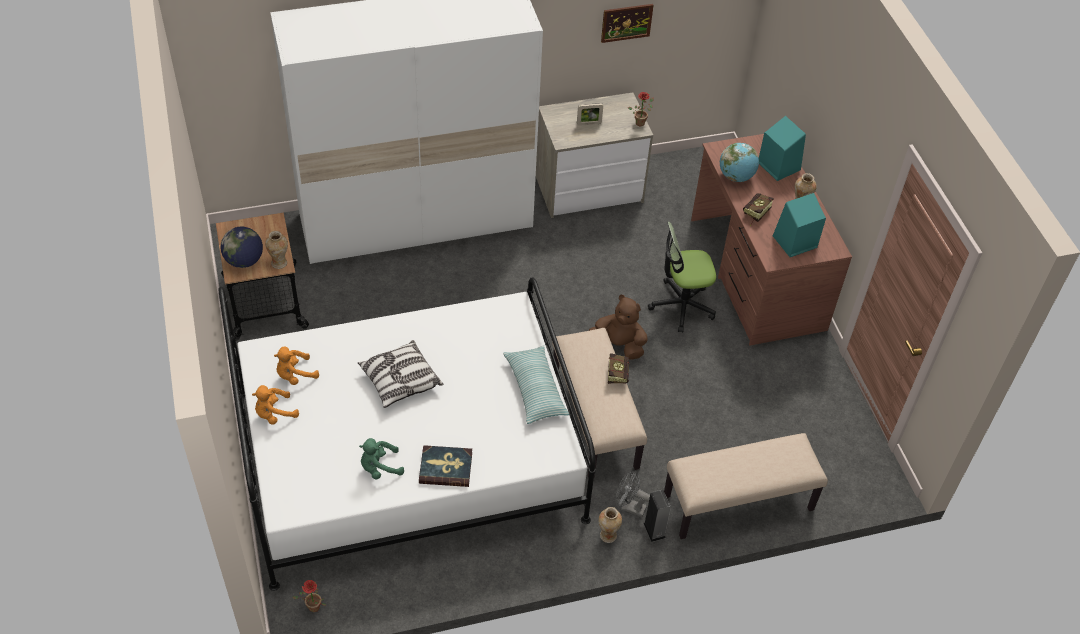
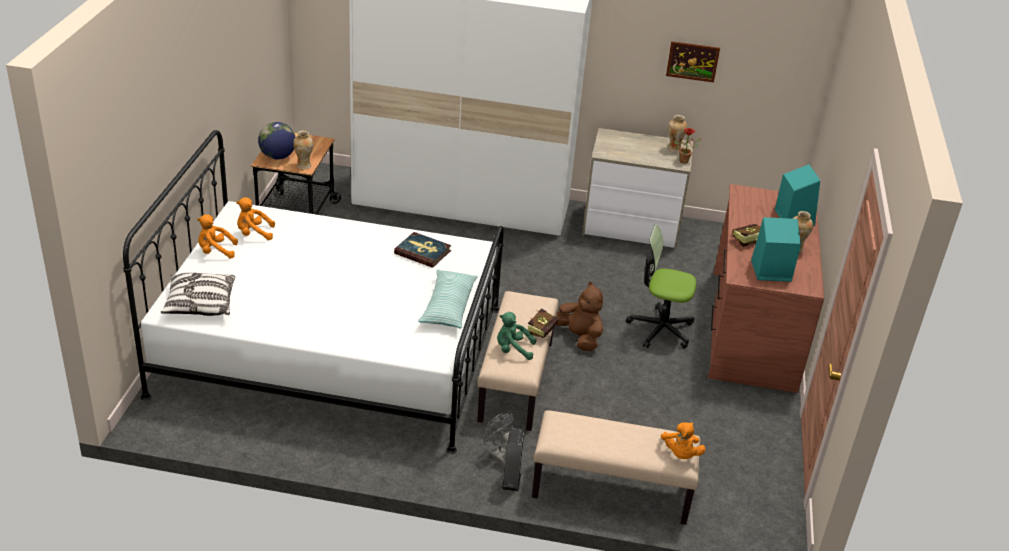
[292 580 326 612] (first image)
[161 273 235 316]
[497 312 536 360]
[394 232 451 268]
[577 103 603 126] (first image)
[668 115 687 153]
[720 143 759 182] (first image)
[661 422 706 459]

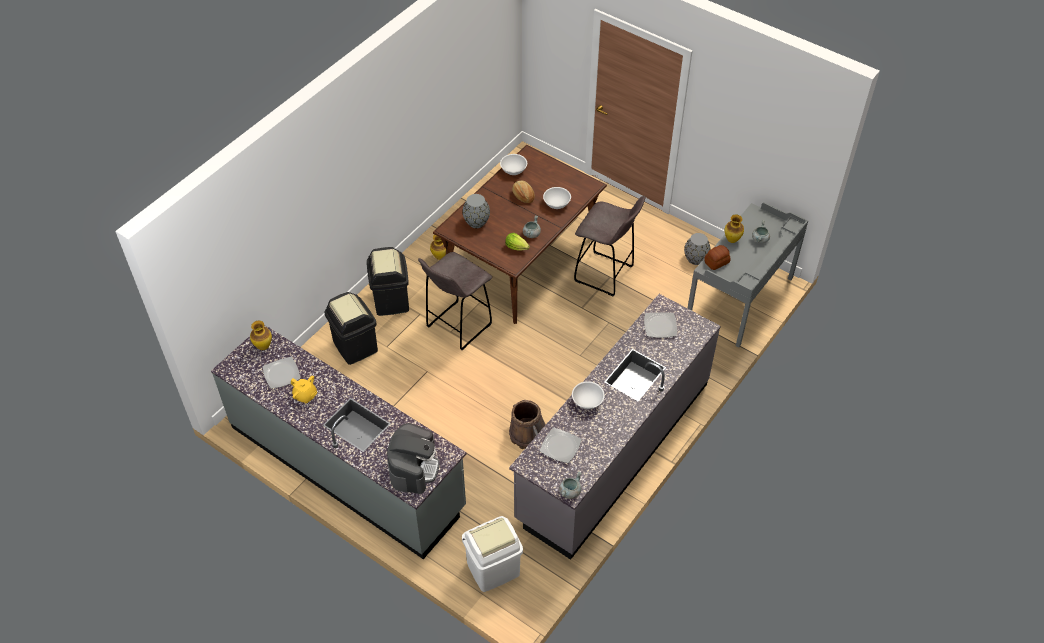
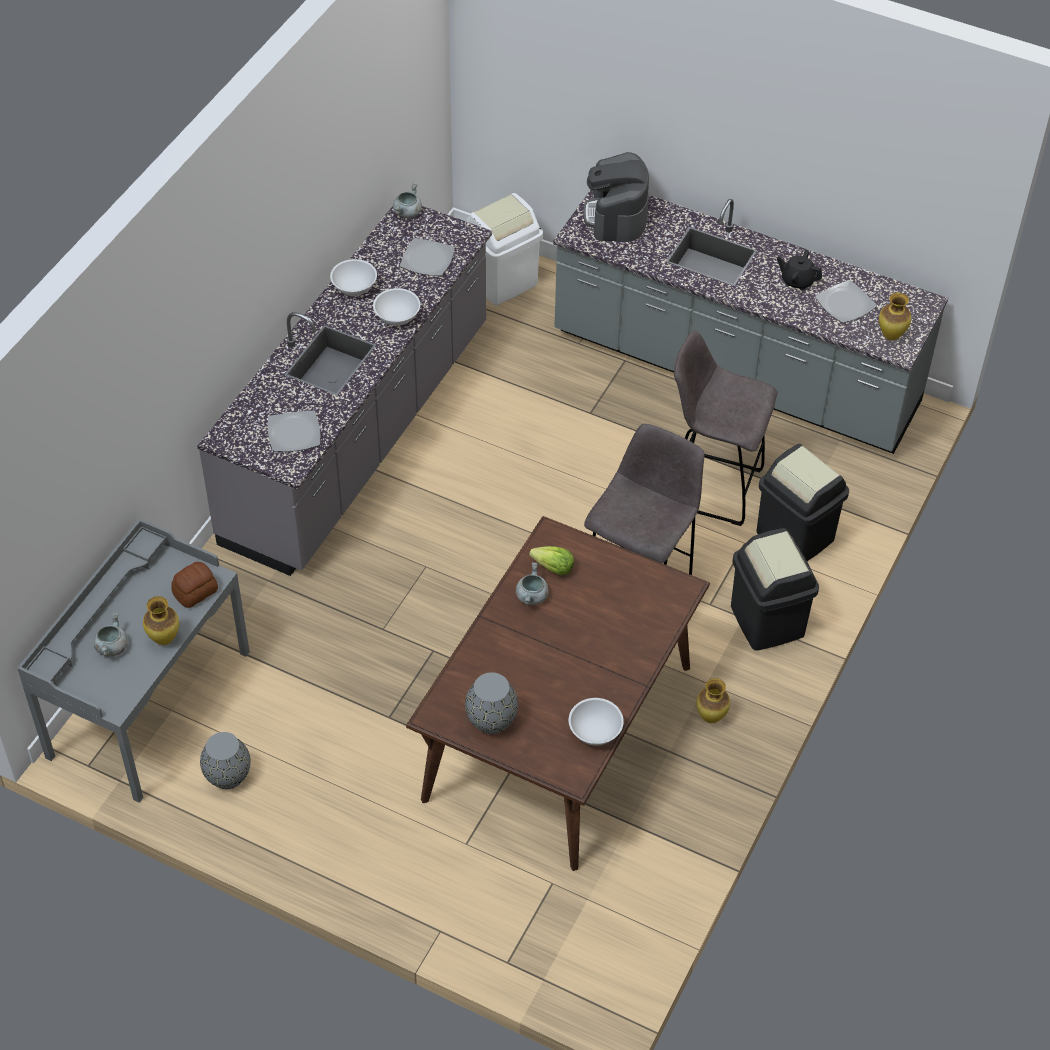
[777 250 822 290]
[465 672 518 734]
[509 400 546 449] (first image)
[512 181 535 203] (first image)
[330 259 377 296]
[674 330 777 526]

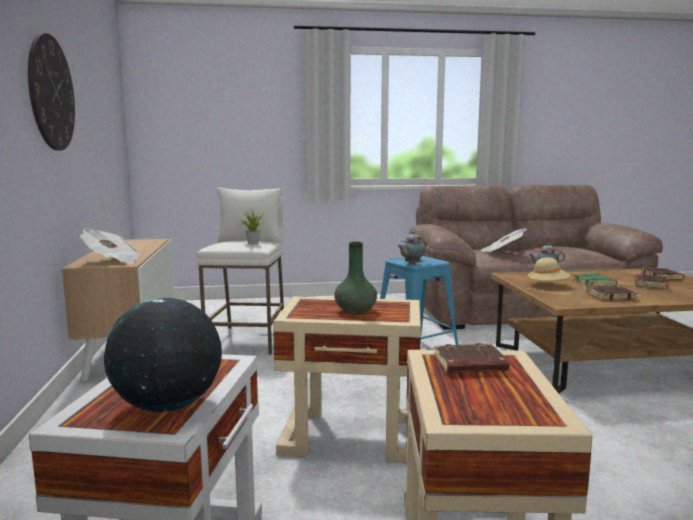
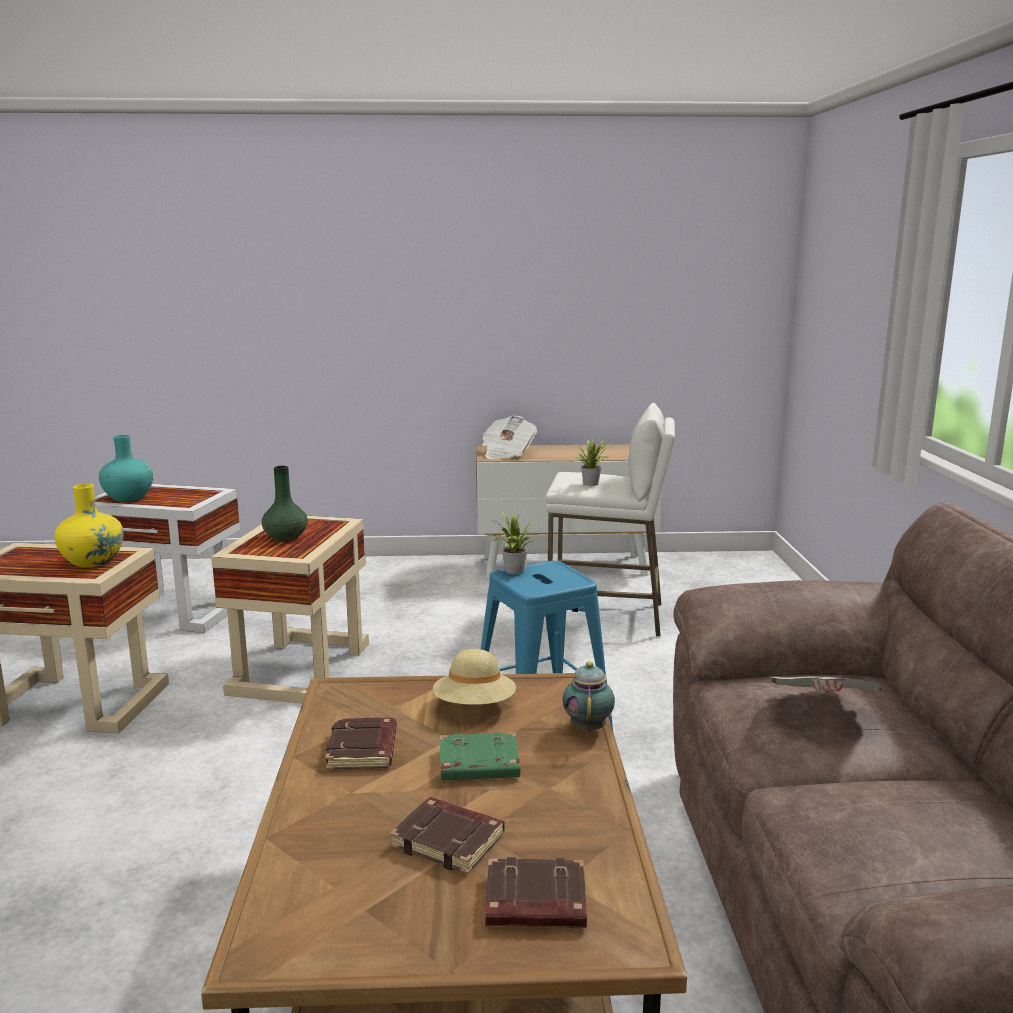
[28 33 75 151] (first image)
[99 435 153 502]
[487 513 539 574]
[54 483 124 567]

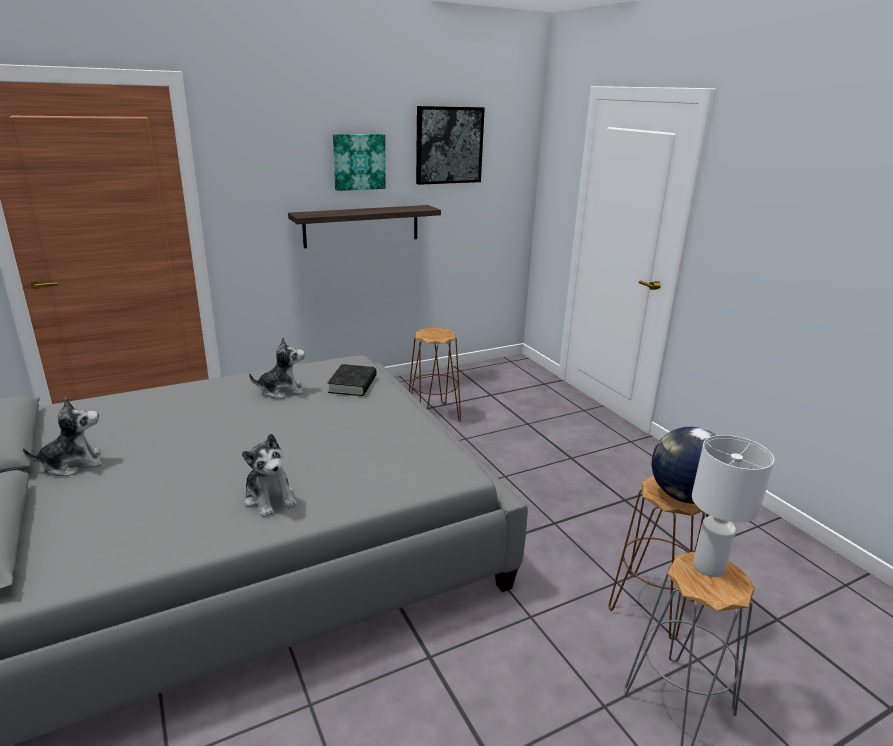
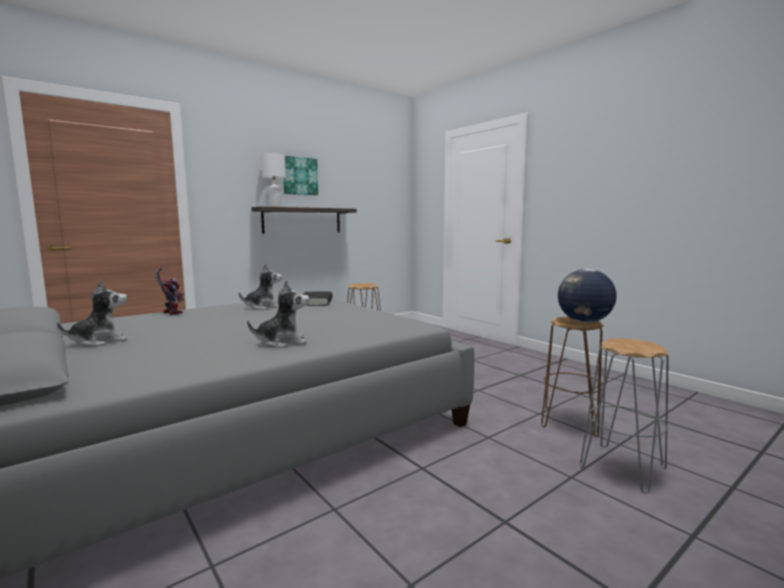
[247 280 309 348]
[416 106 485 185] (first image)
[261 153 286 207]
[155 268 185 315]

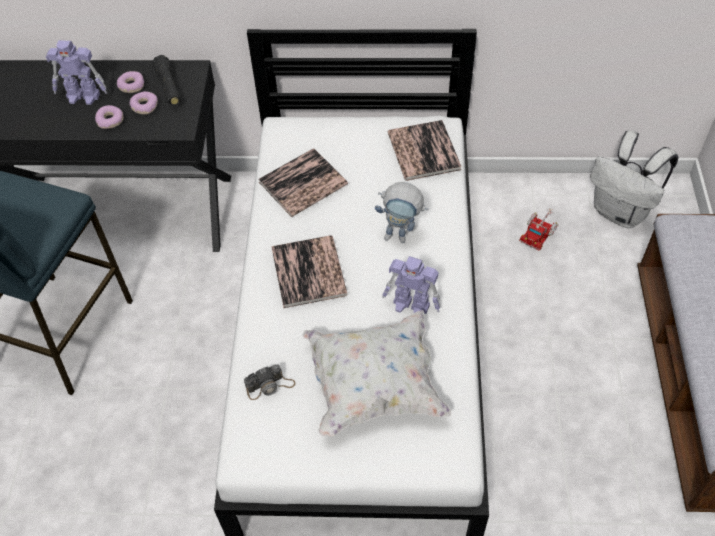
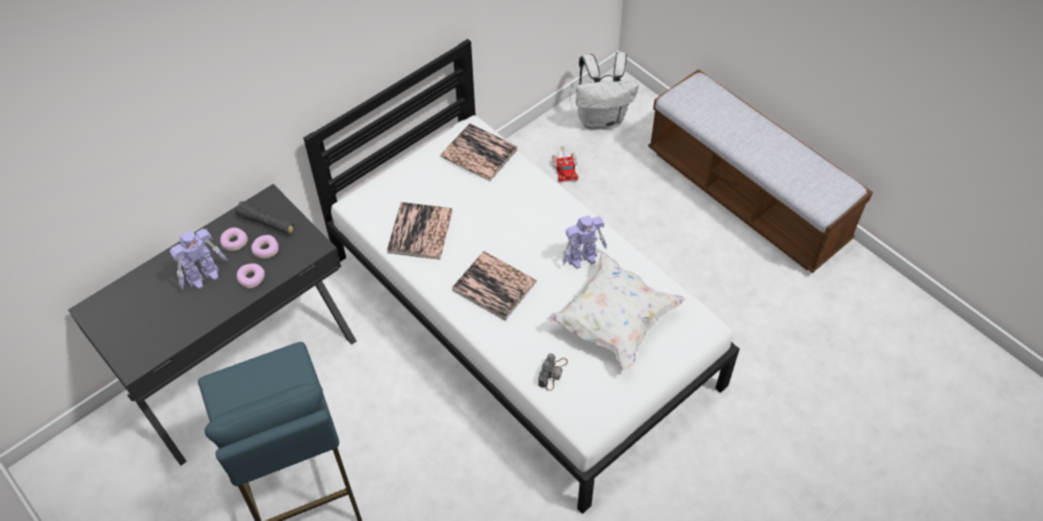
[375 182 428 243] (first image)

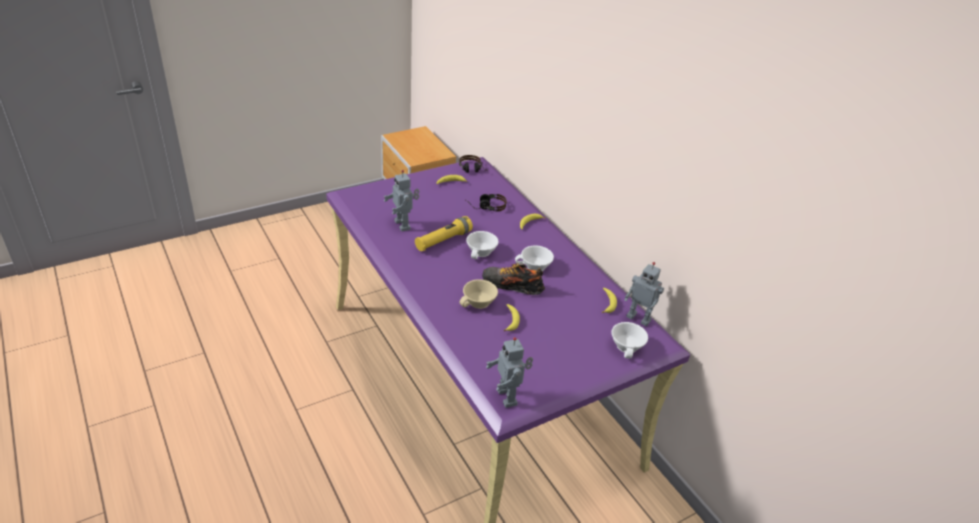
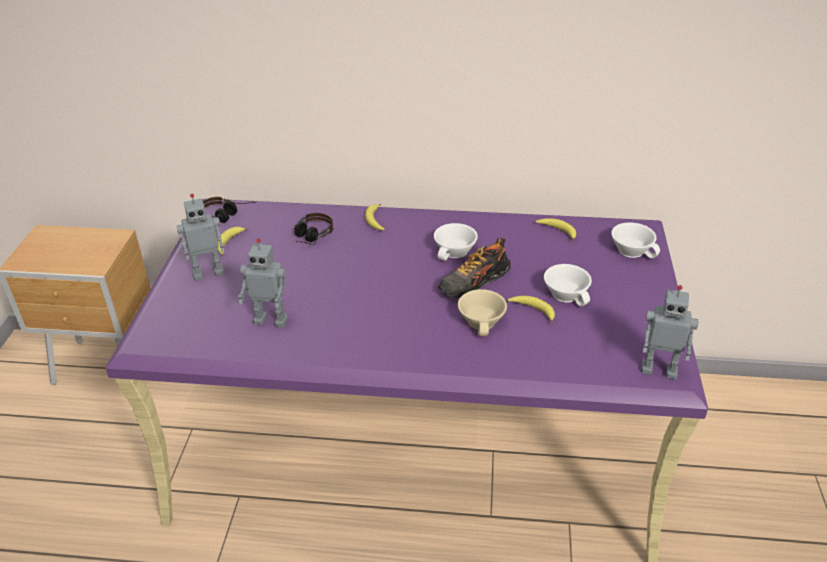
[415 216 473 251] (first image)
[544 264 592 307]
[176 194 225 281]

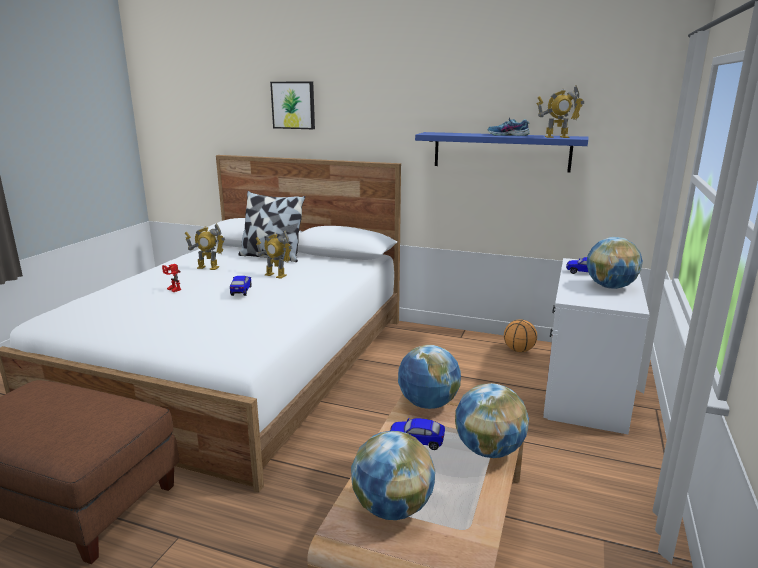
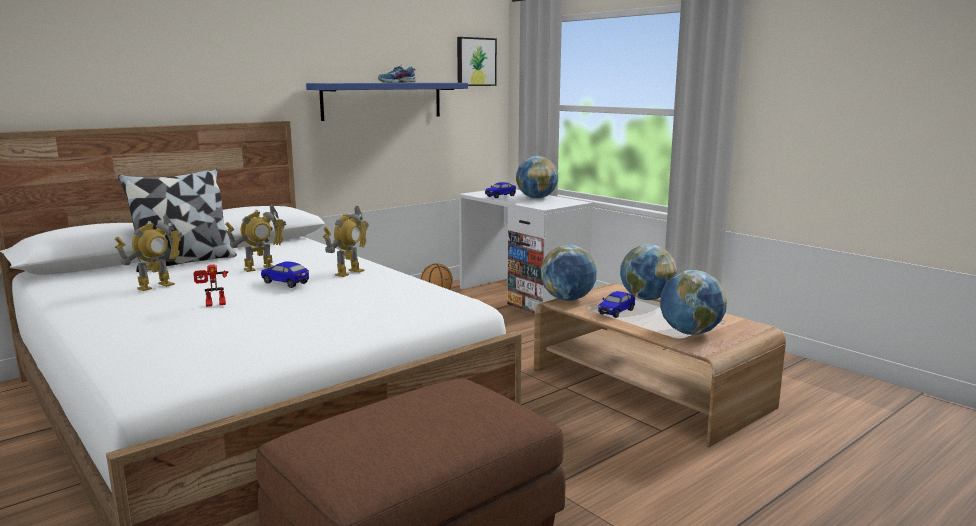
[457 37 497 86]
[323 206 369 277]

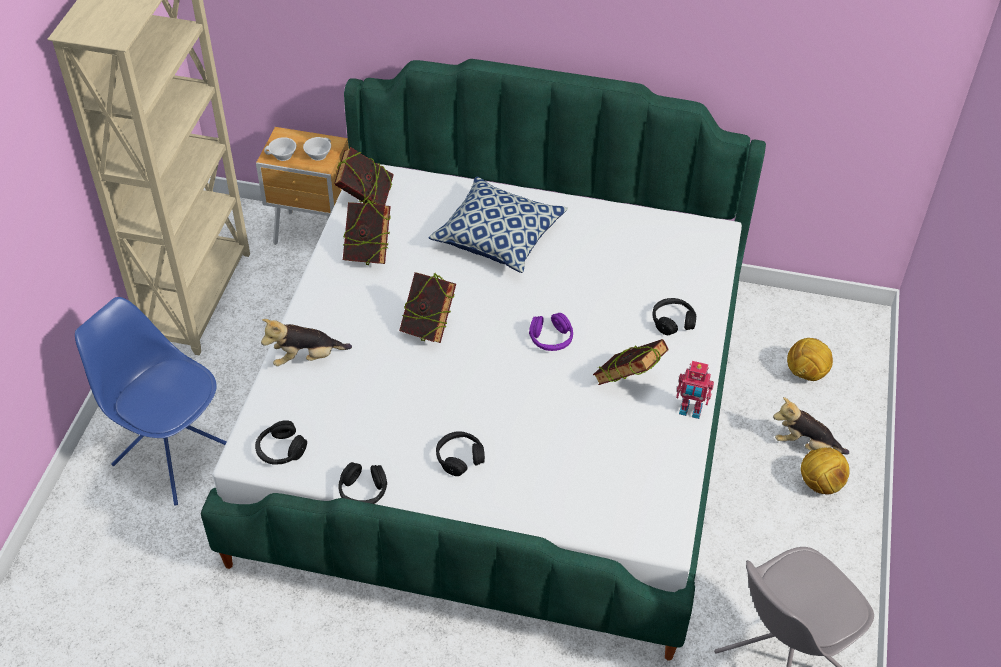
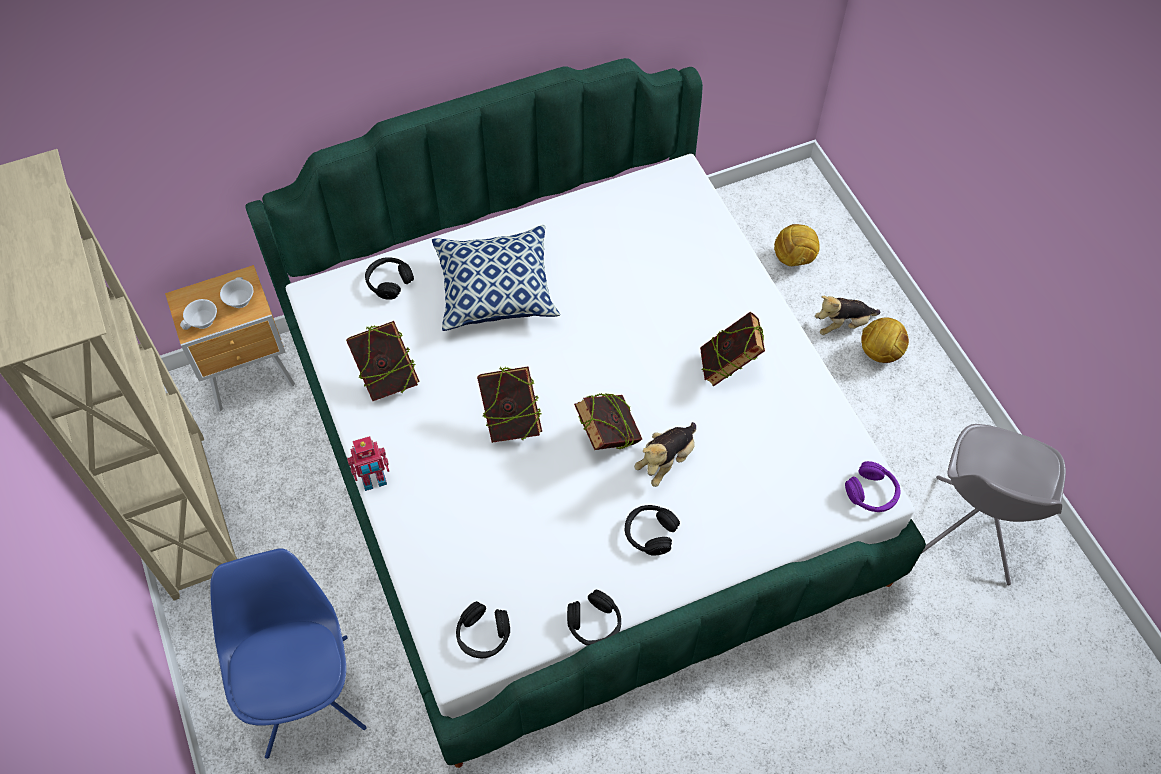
[210 548 367 759]
[634 422 696 487]
[574 393 642 450]
[845 461 901 512]
[365 257 414 300]
[347 436 389 491]

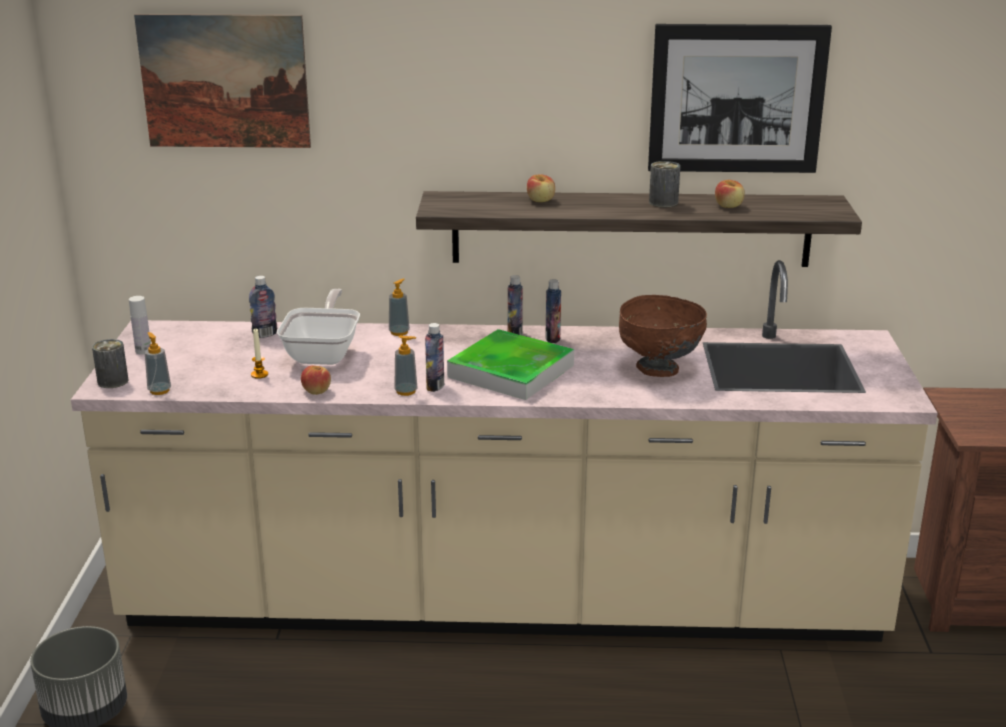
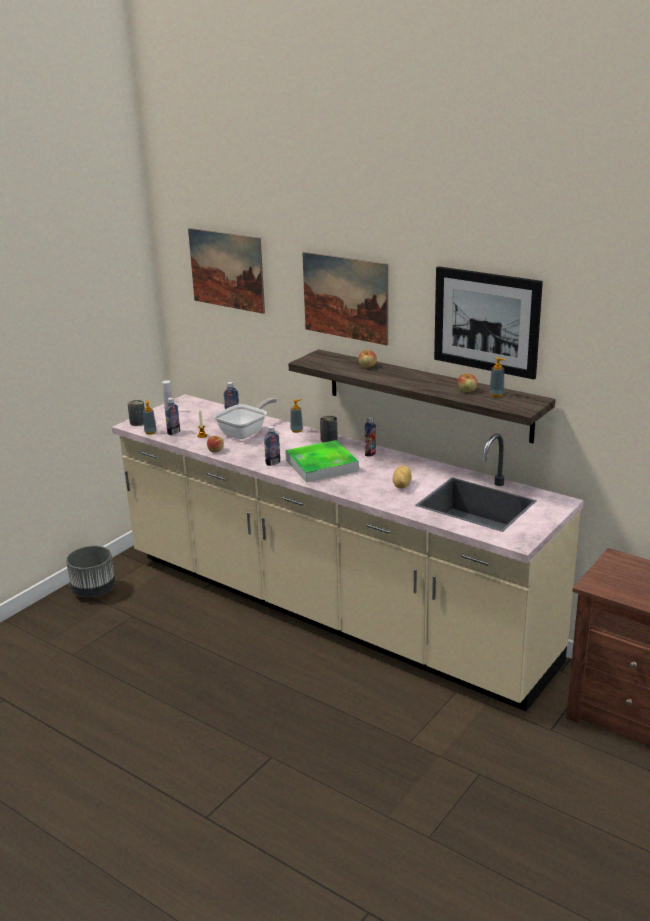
[489 357 505 397]
[165 398 180 435]
[393 465 412 488]
[320 416 338 443]
[302 252 388 345]

